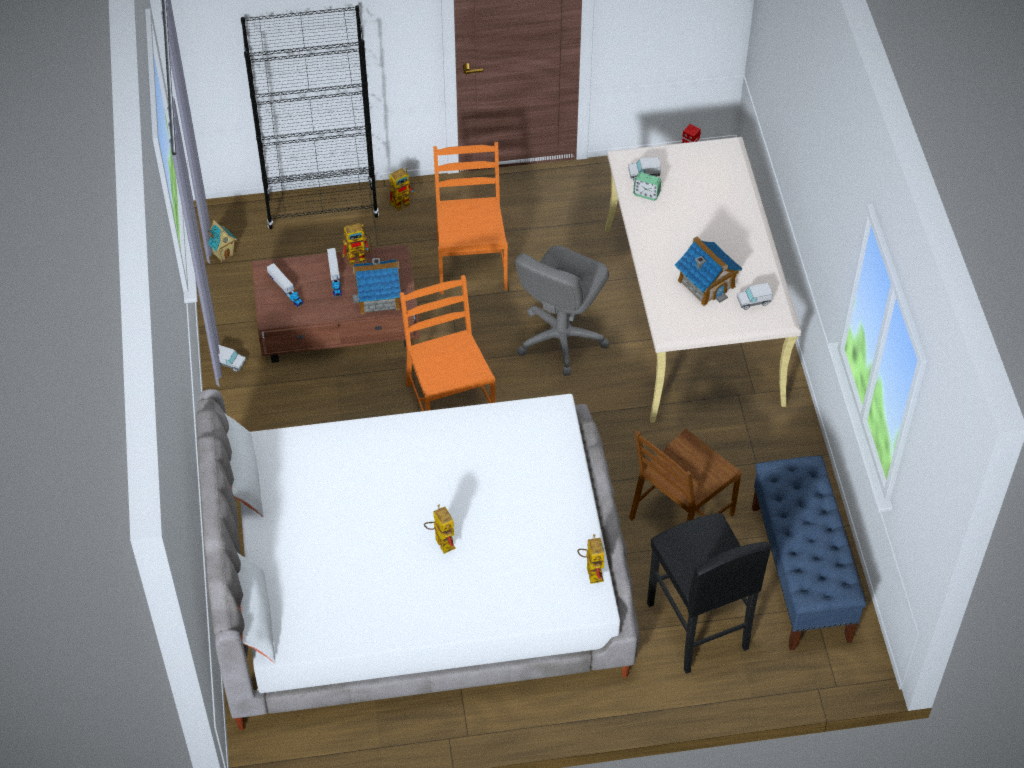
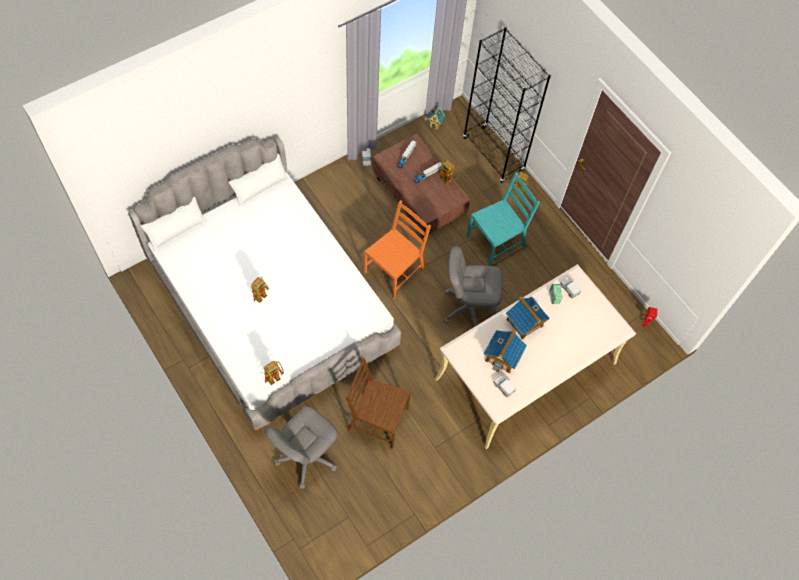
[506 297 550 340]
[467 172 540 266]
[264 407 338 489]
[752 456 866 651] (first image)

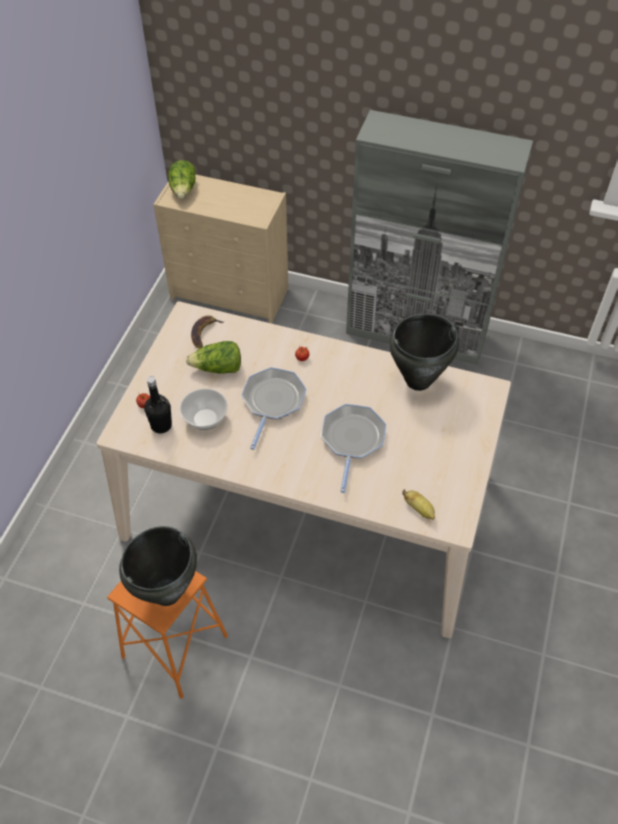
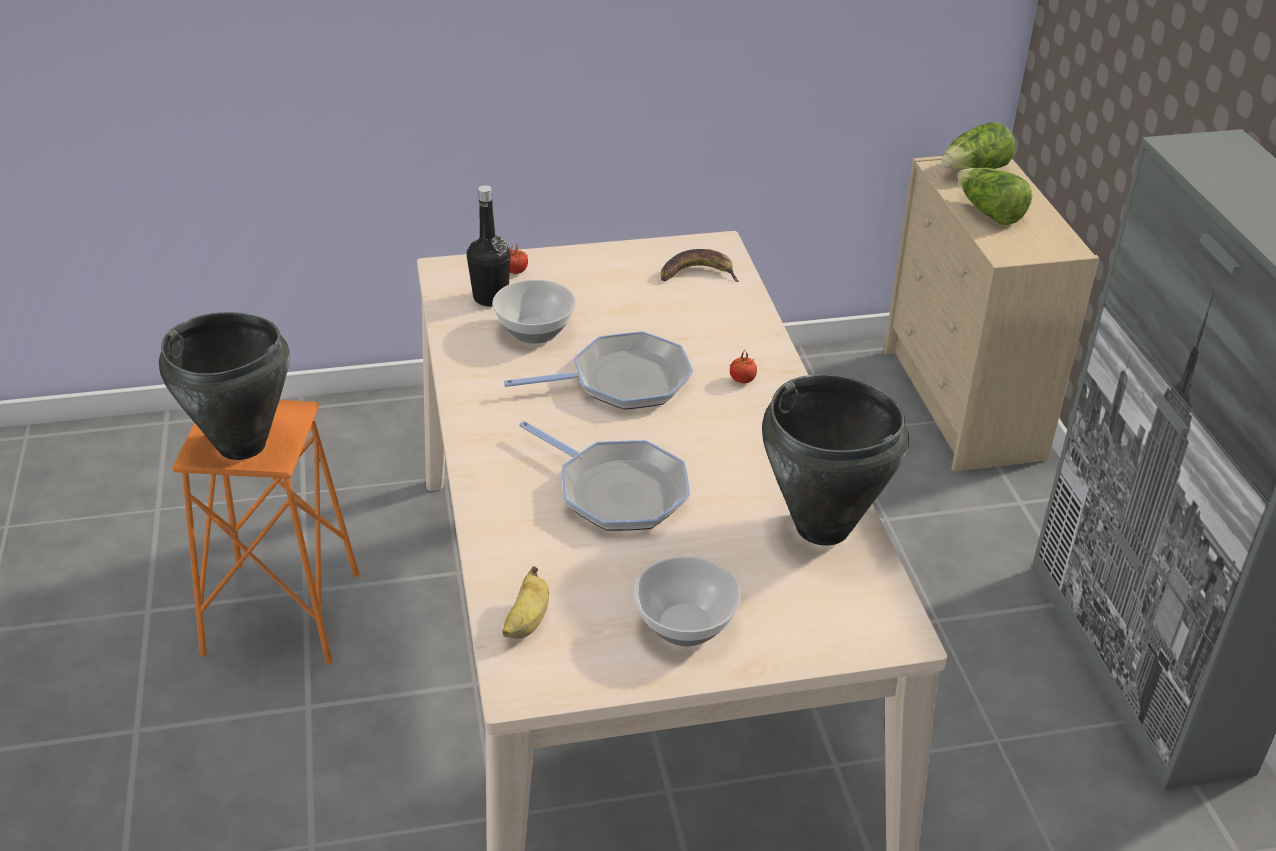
[957 168 1032 225]
[519 421 690 531]
[633 556 741 646]

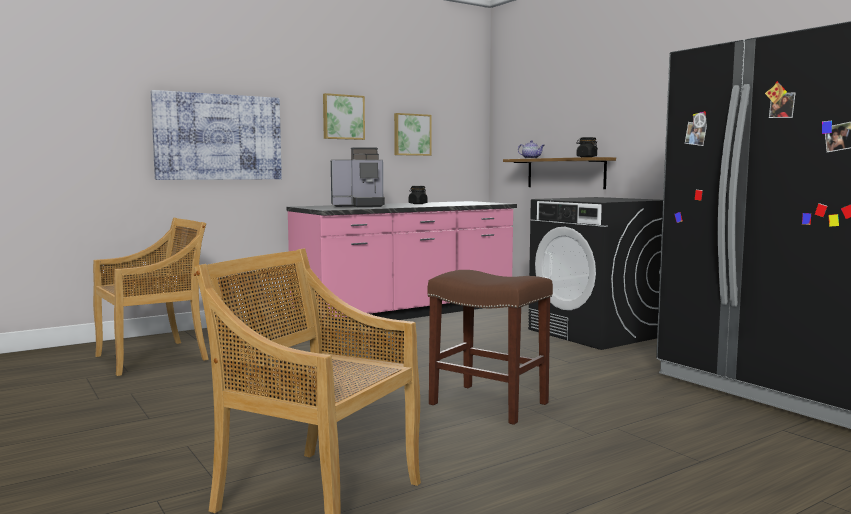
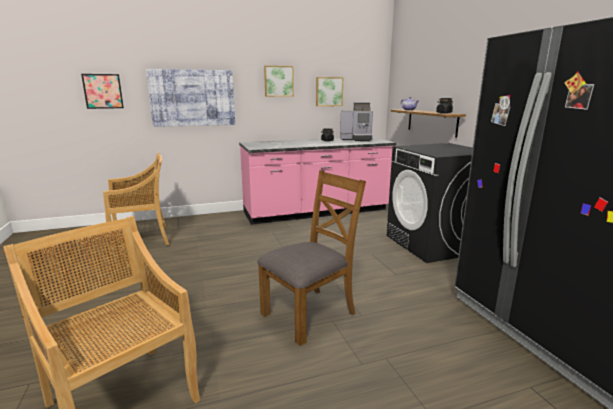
[340 103 373 141]
[257 170 366 346]
[81 74 124 109]

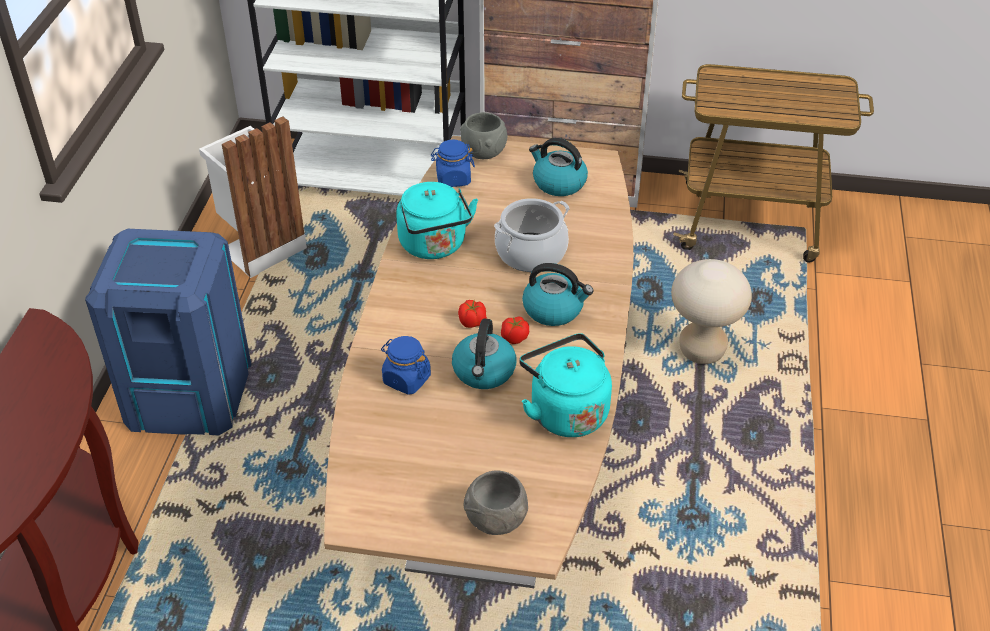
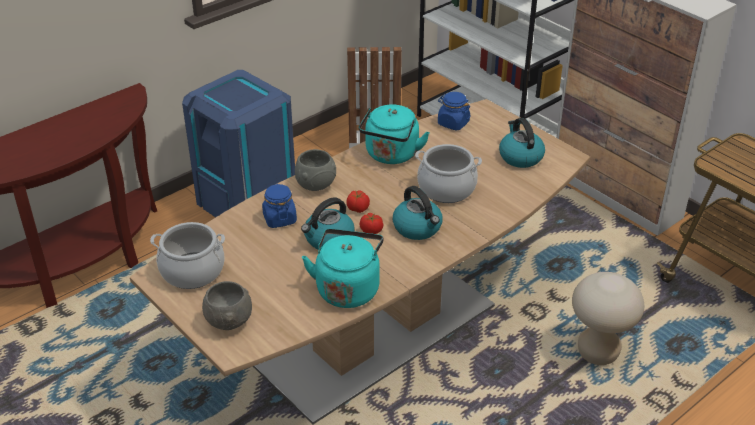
[295 149 336 191]
[150 222 225 289]

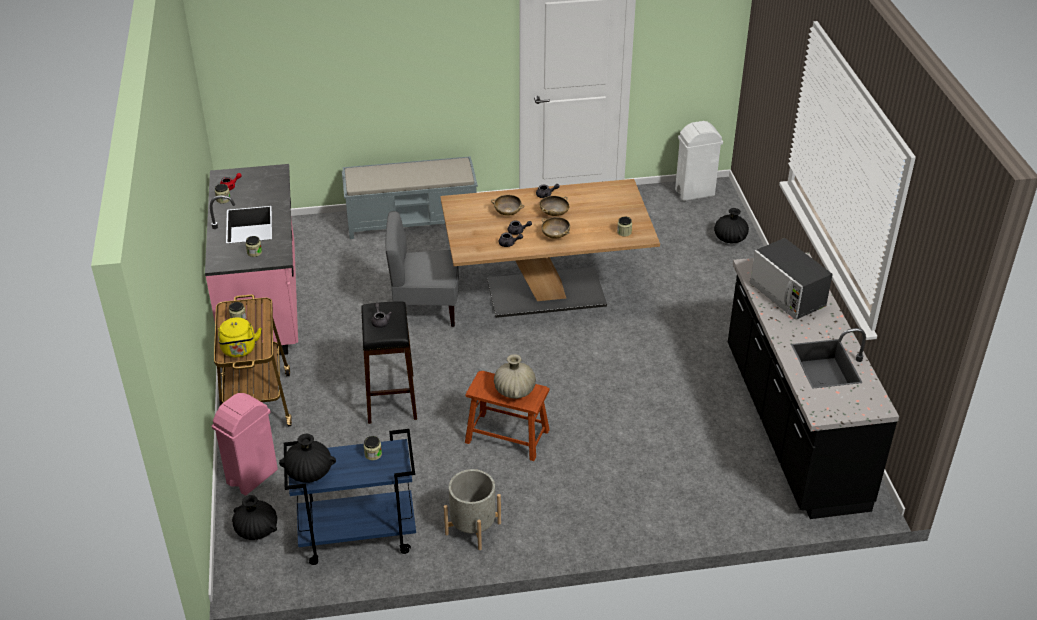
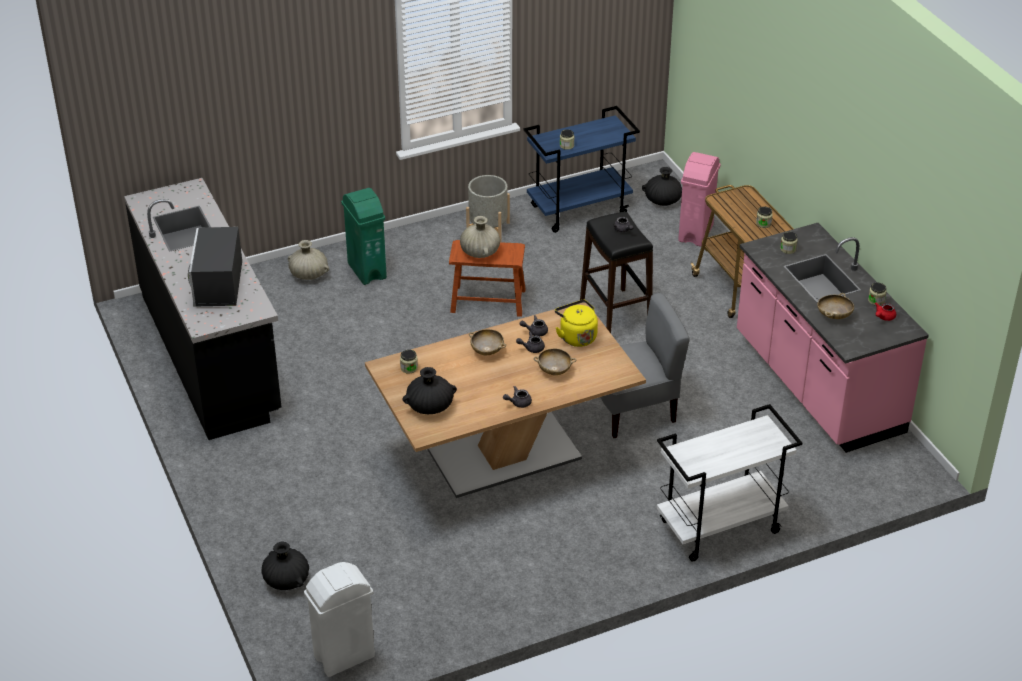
[555 300 598 347]
[402 367 457 414]
[657 404 802 562]
[817 293 854 319]
[188 227 242 306]
[288 240 329 280]
[341 188 387 285]

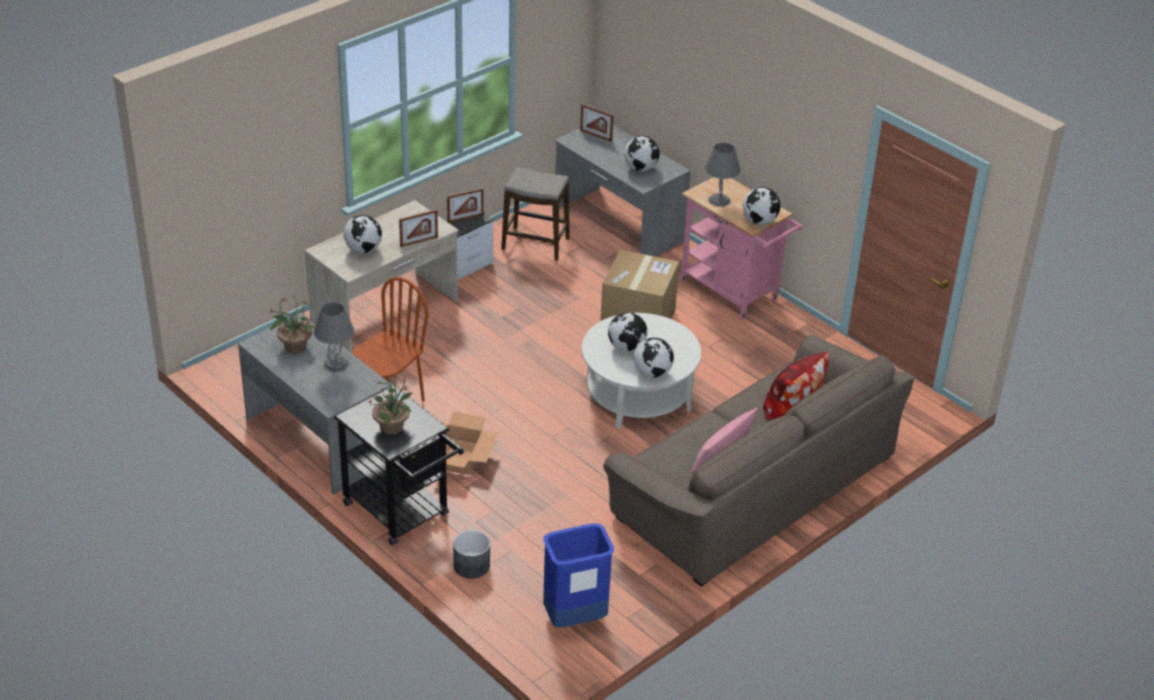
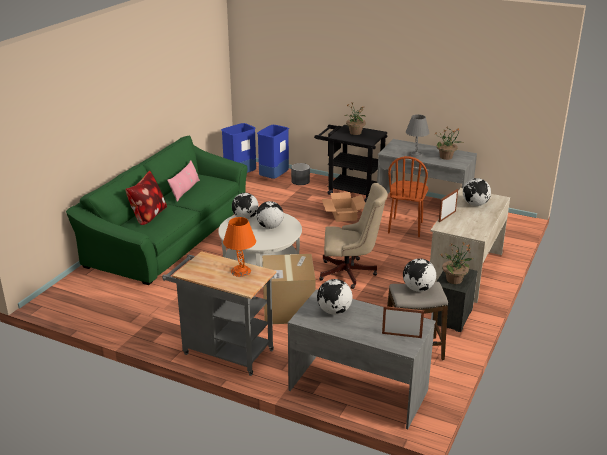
[441 242 473 284]
[66 136 247 285]
[162 251 277 376]
[223 217 256 277]
[403 258 436 292]
[257 125 289 179]
[319 183 388 289]

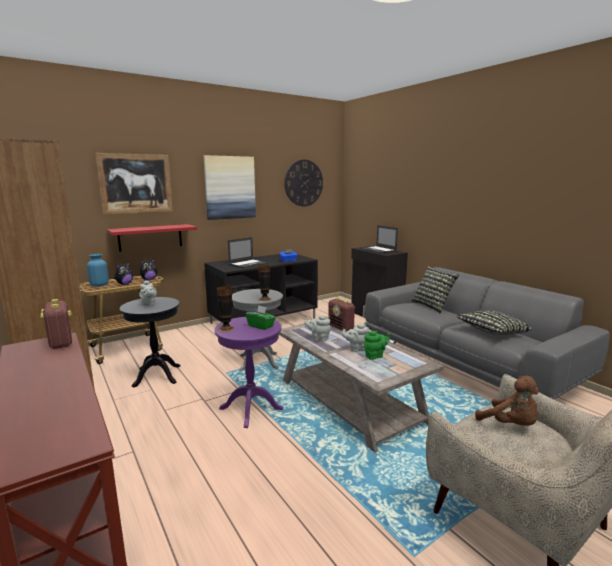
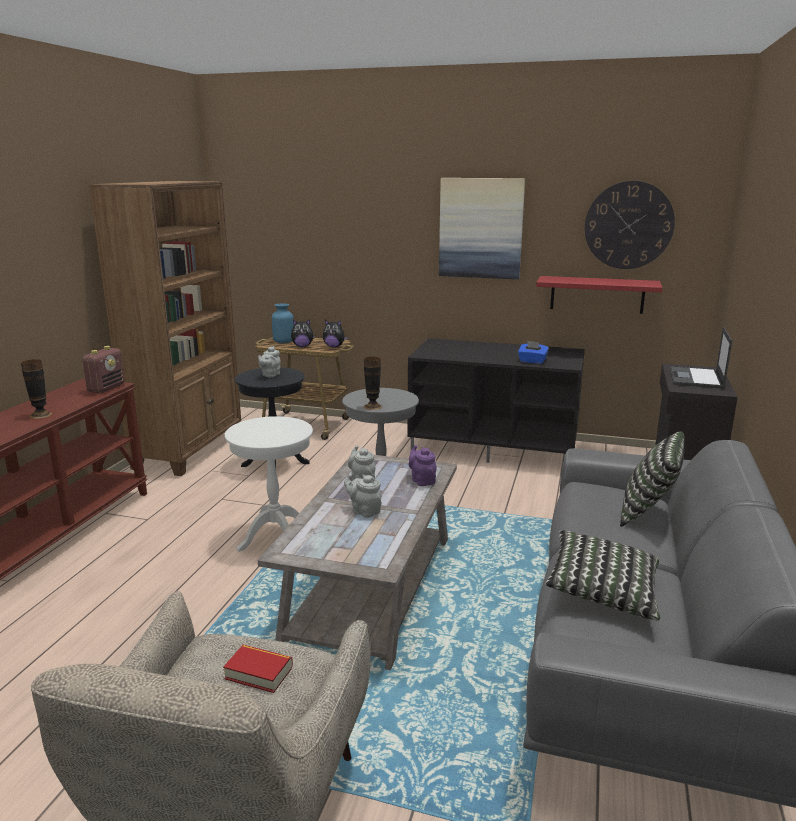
[95 153 173 215] (first image)
[536 276 663 314]
[225 416 313 552]
[21 359 53 419]
[228 237 268 268] (first image)
[246 305 276 330] (first image)
[409 445 437 486]
[364 331 390 360] (first image)
[223 645 293 693]

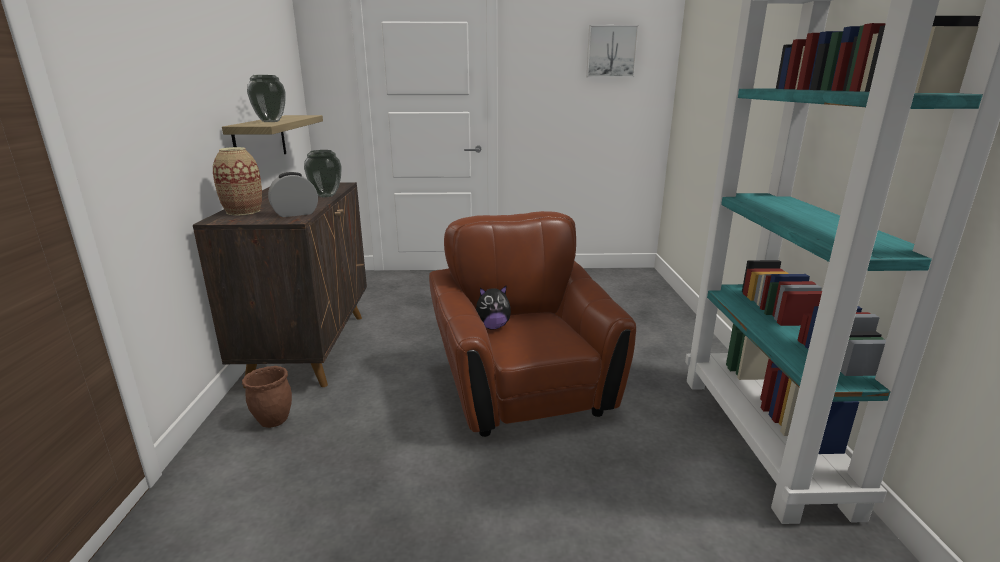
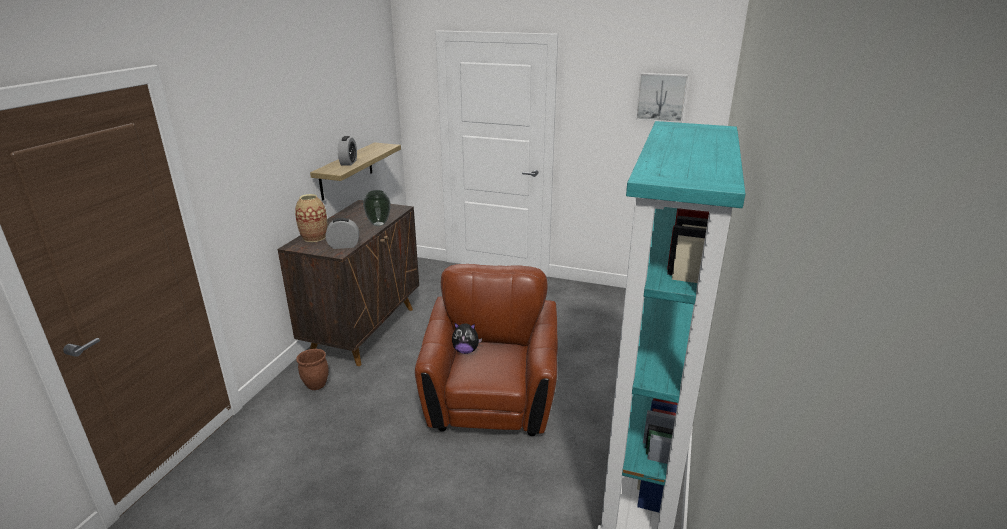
[338 136 357 166]

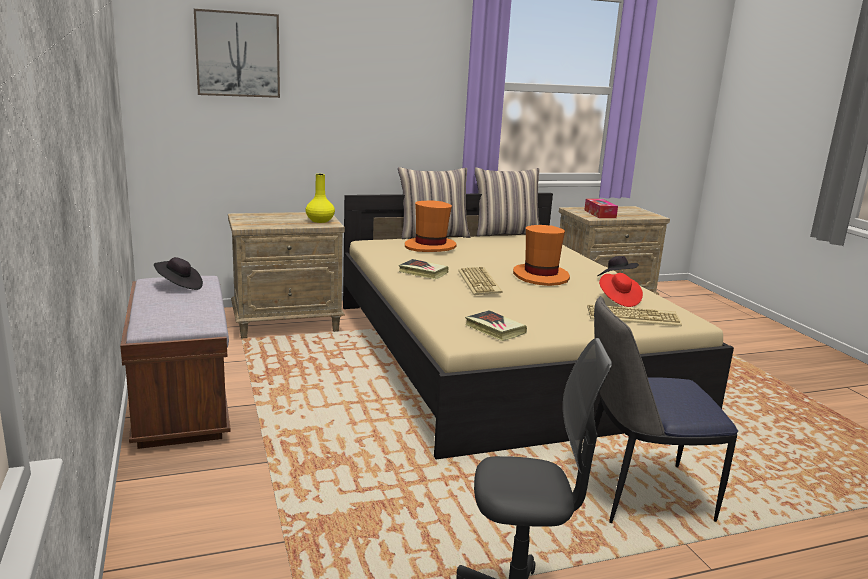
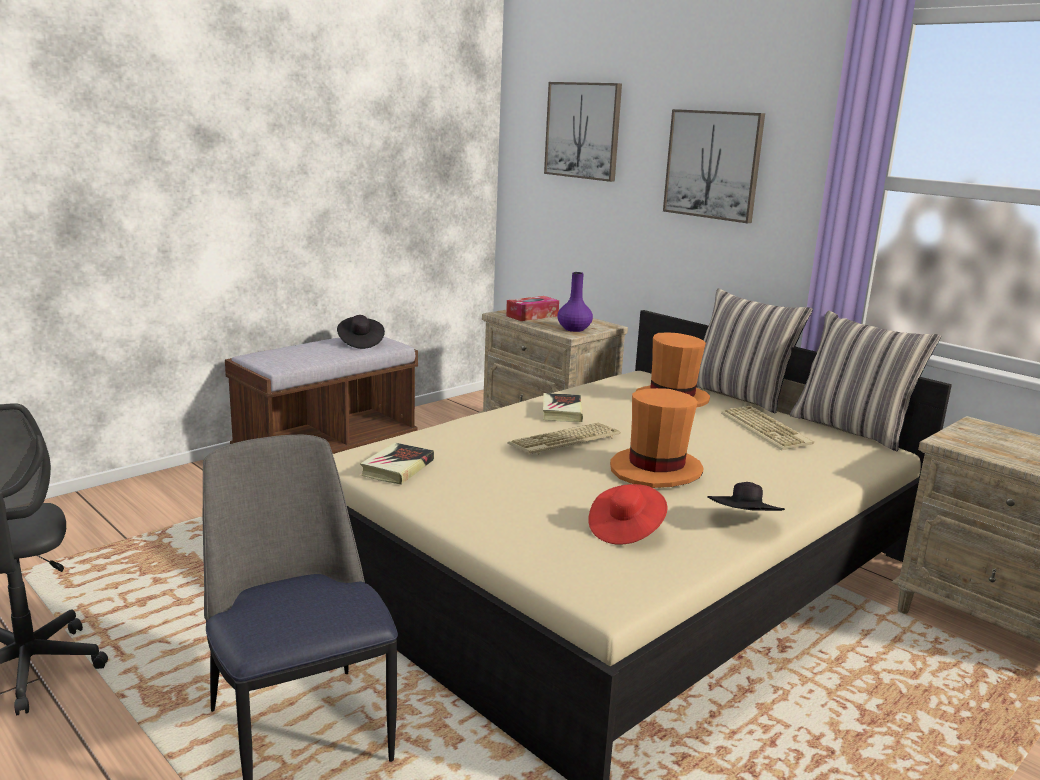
[557 272 593 332]
[506 296 559 321]
[721 406 814 450]
[663 109 765 223]

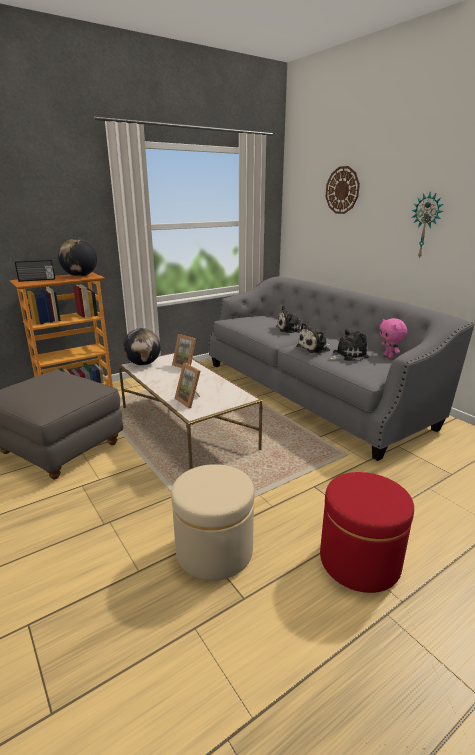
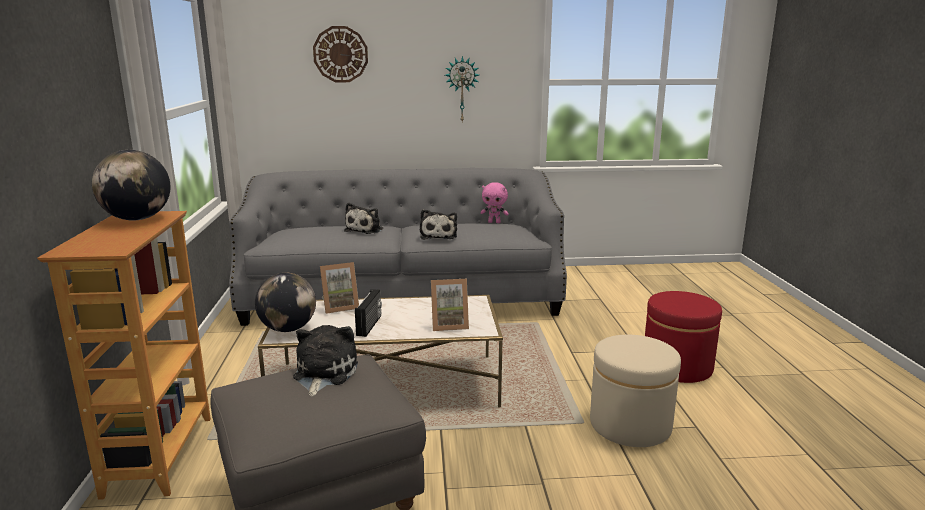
[355 289 382 337]
[293 325 358 397]

